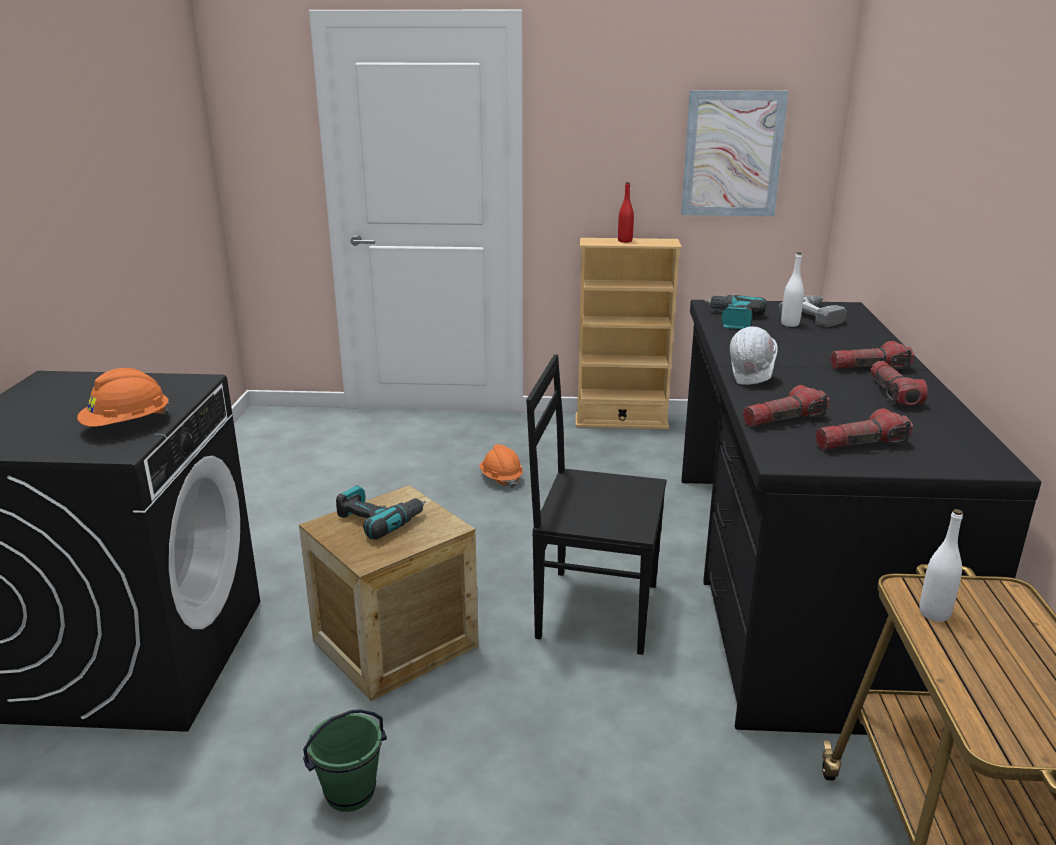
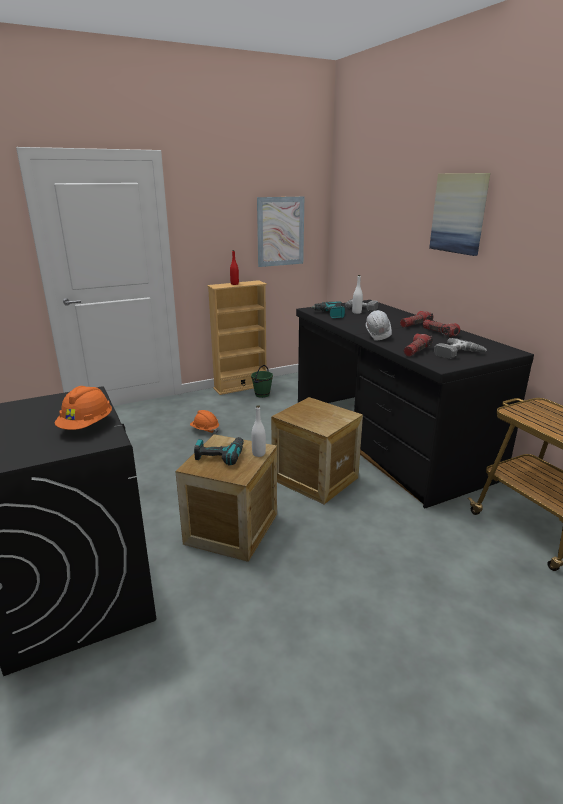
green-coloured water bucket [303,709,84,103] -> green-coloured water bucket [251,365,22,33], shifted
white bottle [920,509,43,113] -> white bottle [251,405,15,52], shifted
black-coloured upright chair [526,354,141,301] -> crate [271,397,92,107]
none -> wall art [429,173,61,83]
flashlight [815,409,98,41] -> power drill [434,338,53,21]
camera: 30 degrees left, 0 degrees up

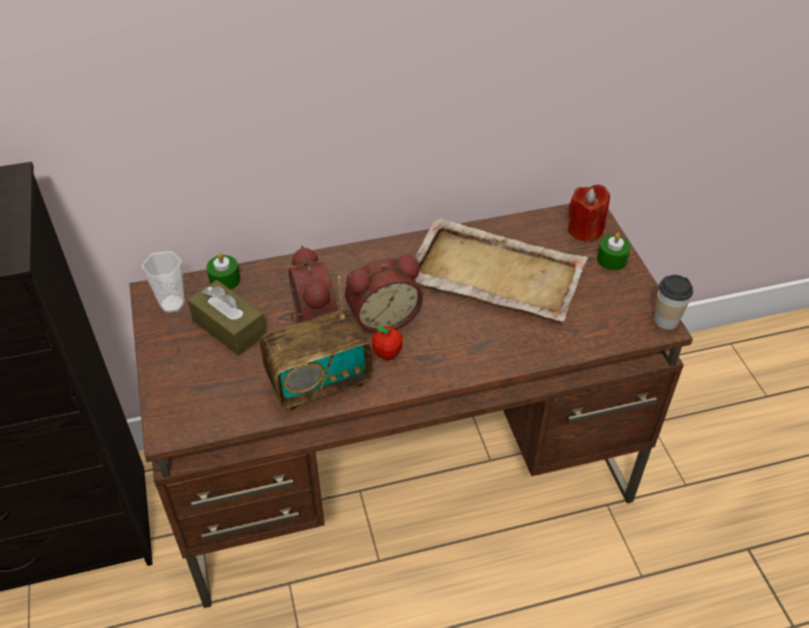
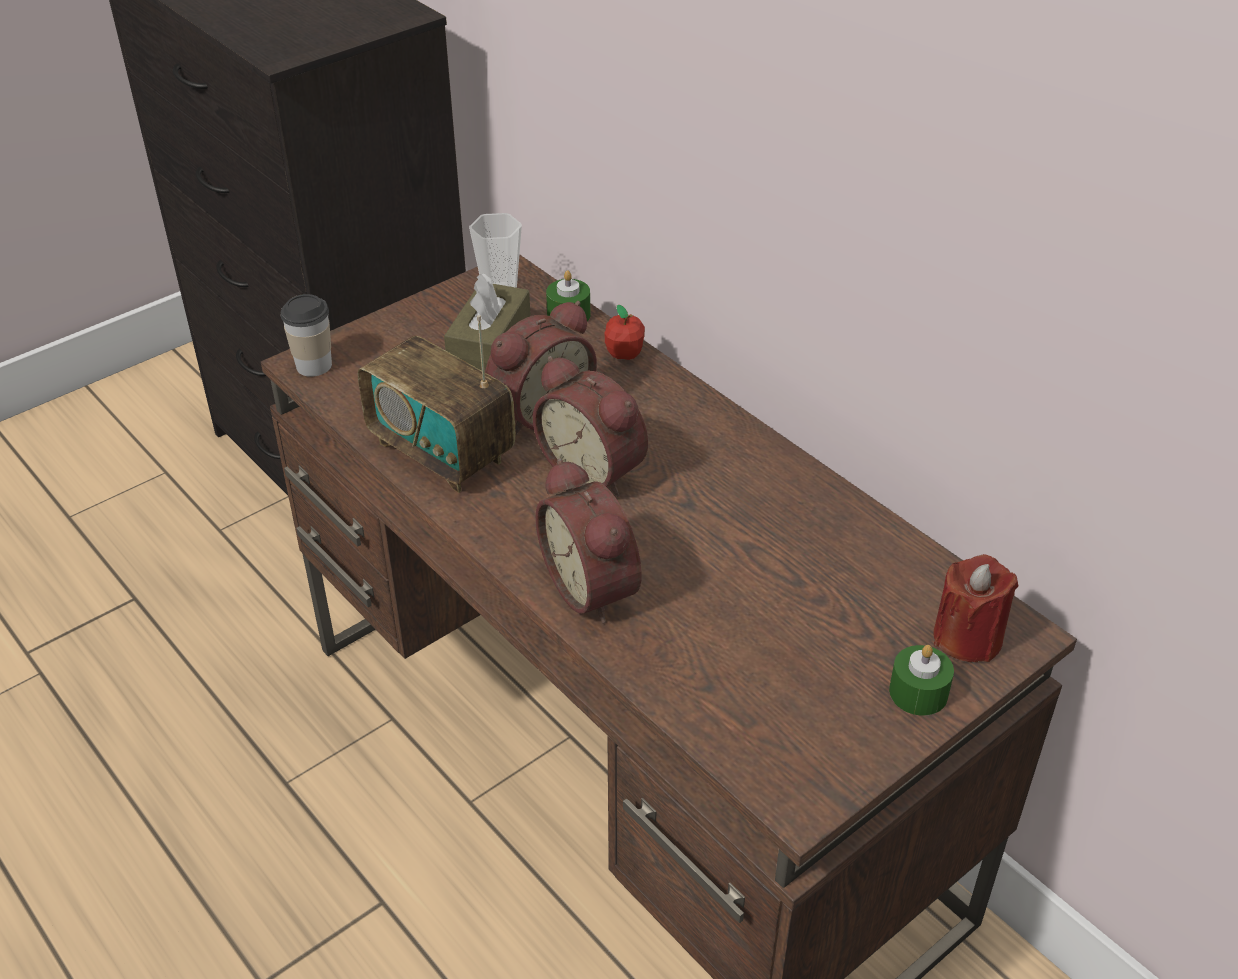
small cup [654,275,39,55] -> small cup [281,294,51,83], shifted
none -> bedside clock [536,458,106,166]
whole apple [372,326,31,34] -> whole apple [605,305,40,55], shifted
beige-coloured tray [415,218,173,104] -> none
camera: 65 degrees right, 5 degrees down

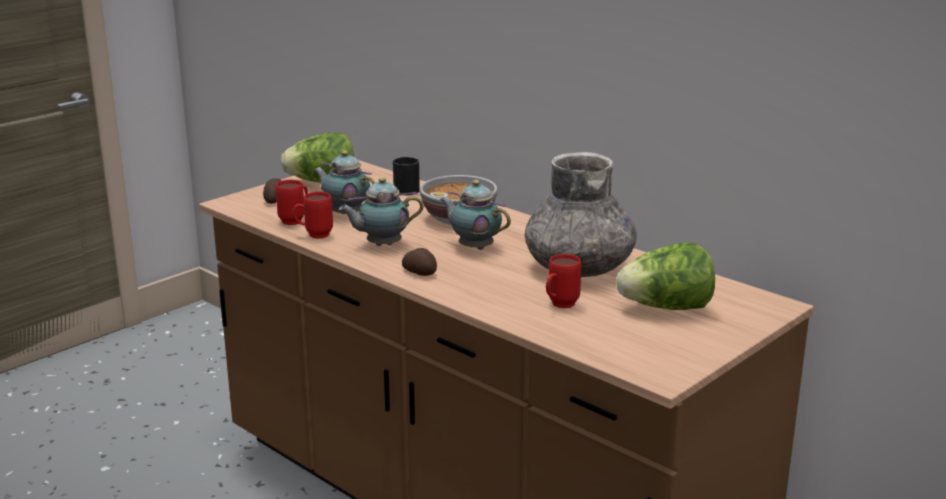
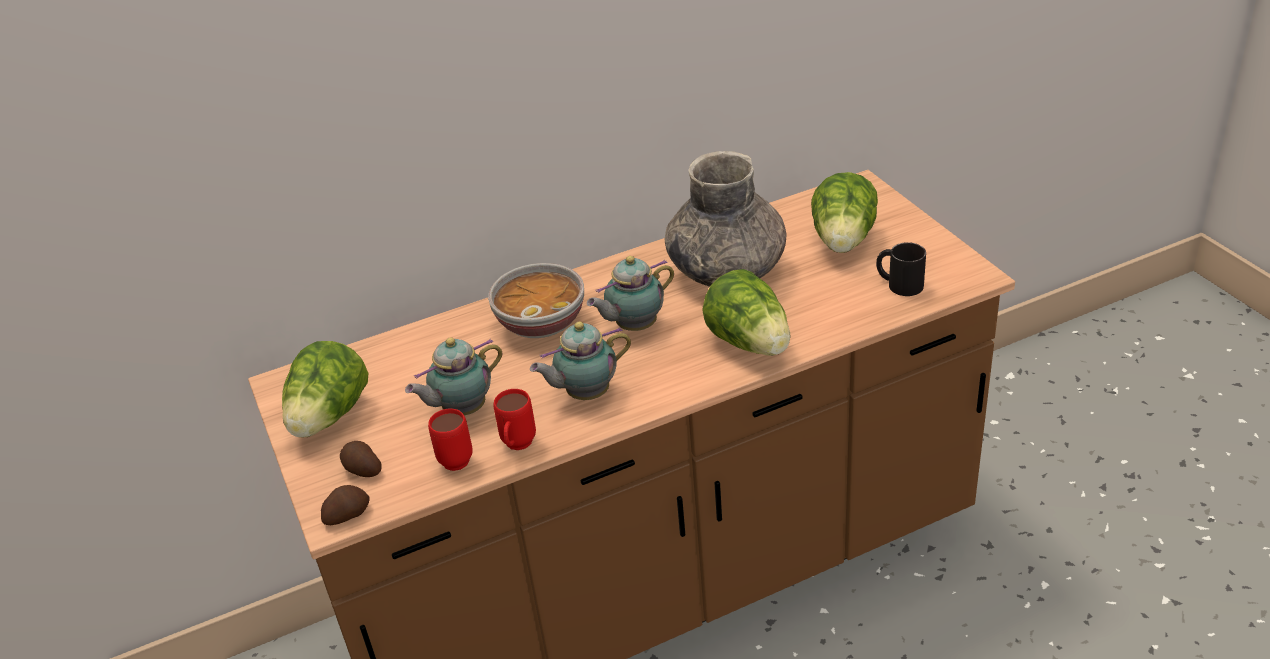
spud [402,248,35,28] -> spud [321,485,49,40], shifted
pot for tea [339,177,84,69] -> pot for tea [530,322,101,78], 60 degrees clockwise
none -> lettuce head [702,269,88,87]
black-coloured coffee mug [393,157,27,38] -> black-coloured coffee mug [876,242,50,54], shifted
reddish coffee mug [546,254,35,54] -> none
camera: 65 degrees left, 15 degrees up

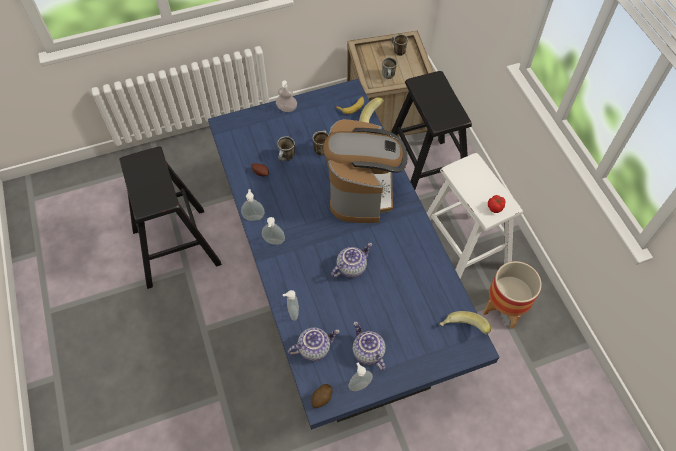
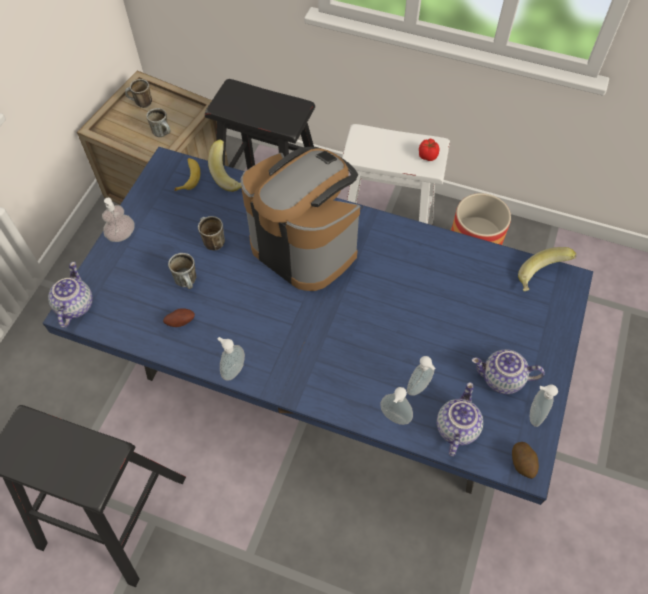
pot for tea [331,243,41,35] -> pot for tea [48,262,45,66], shifted
liquid soap bottle [262,217,23,28] -> liquid soap bottle [407,356,28,40], shifted
camera: 50 degrees left, 0 degrees up

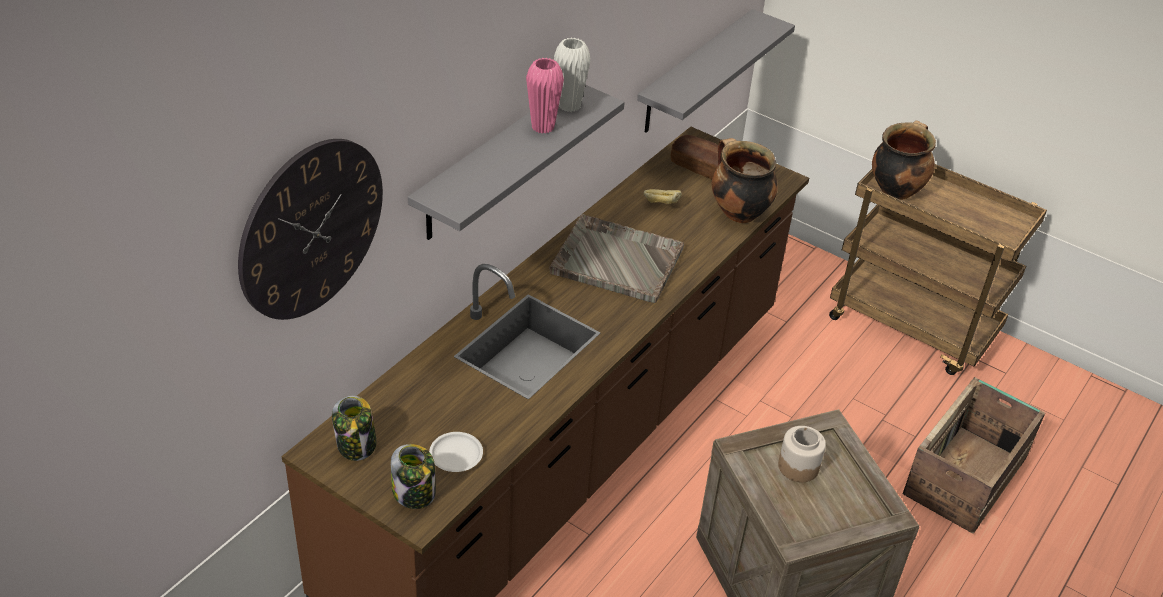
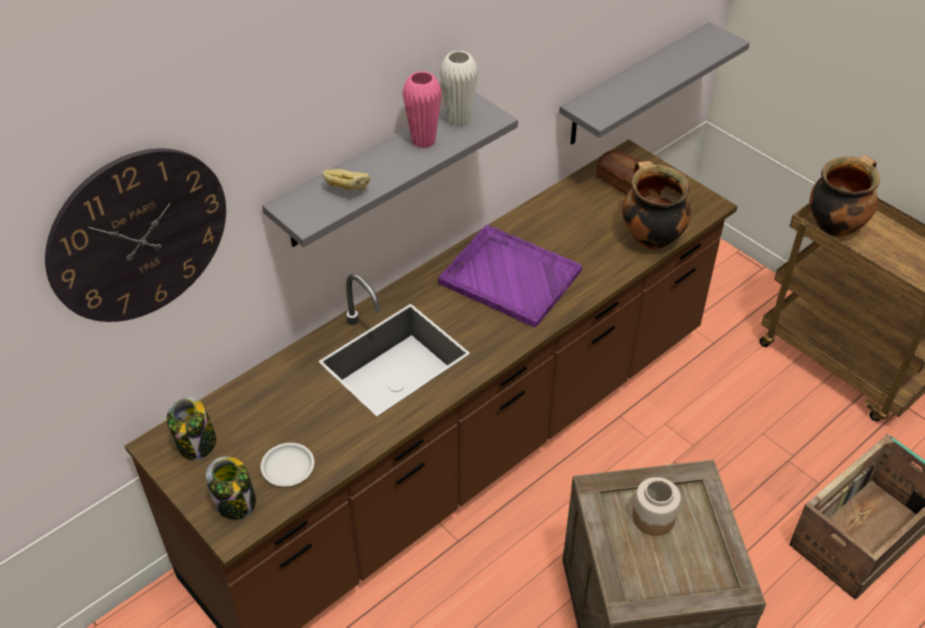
bakery bread [644,189,38,15] -> bakery bread [322,169,48,21], shifted
greyish tray [549,214,135,89] -> purplish tray [438,225,144,102]
camera: 15 degrees right, 5 degrees up

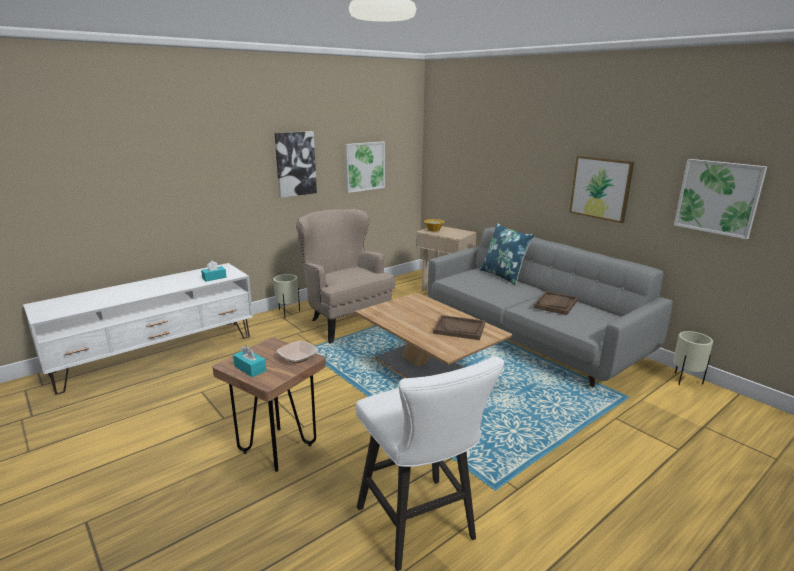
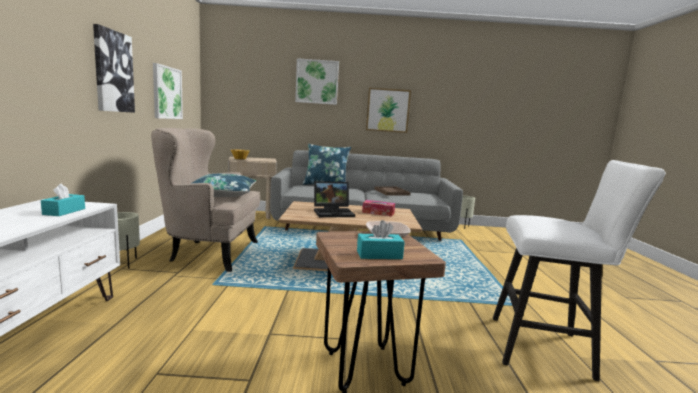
none -> blue-coloured throw pillow [192,174,64,23]
wall art [674,159,93,80] -> wall art [295,58,44,47], shifted
none -> portable computer [314,181,41,36]
brownish tray [433,315,52,25] -> box of tissues [362,200,33,16]
camera: 50 degrees left, 10 degrees down

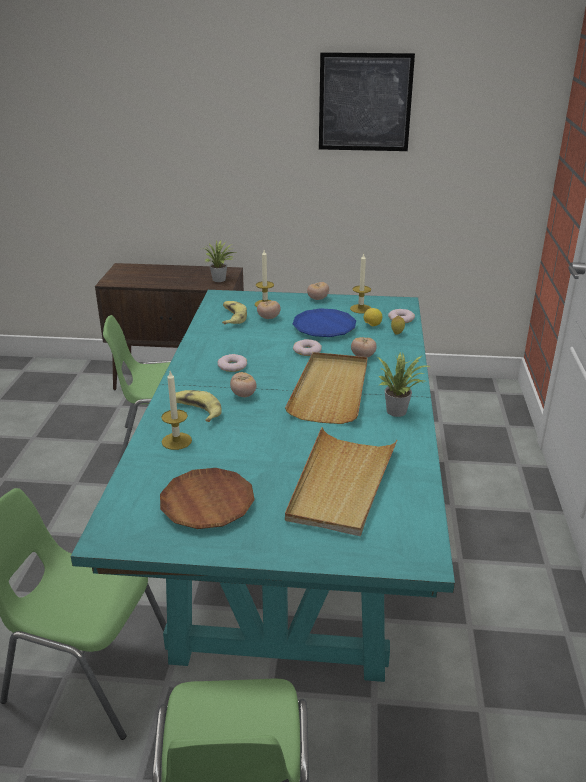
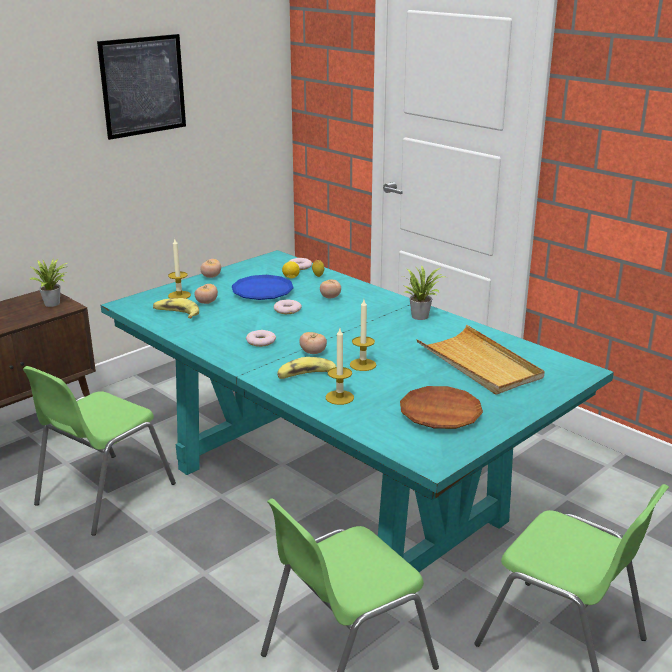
wax candle [350,254,21,59] -> wax candle [350,300,26,71], shifted
beige-coloured tray [285,352,82,72] -> none
camera: 50 degrees left, 5 degrees down

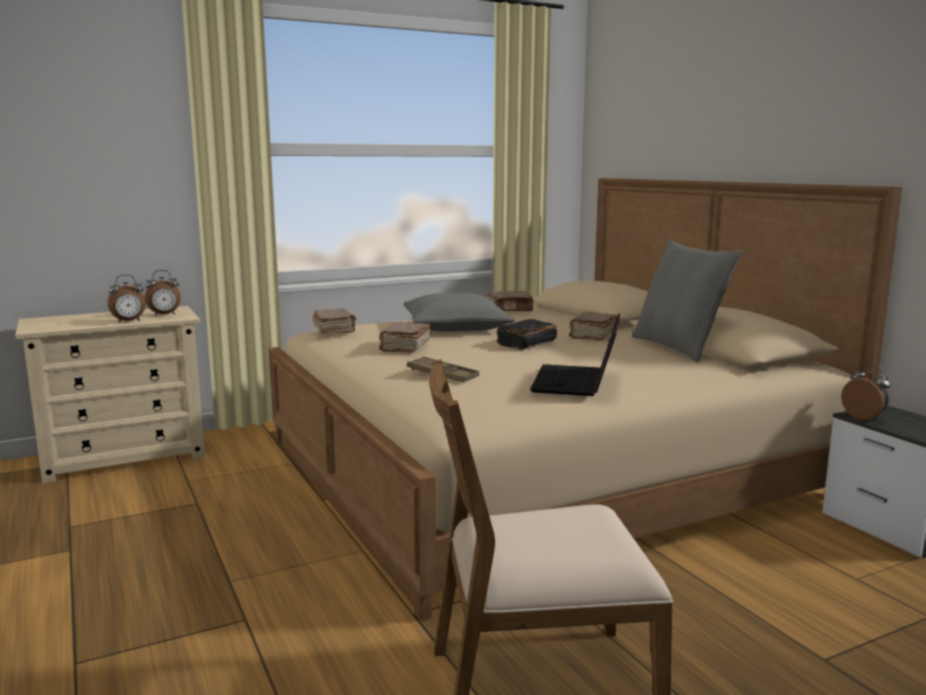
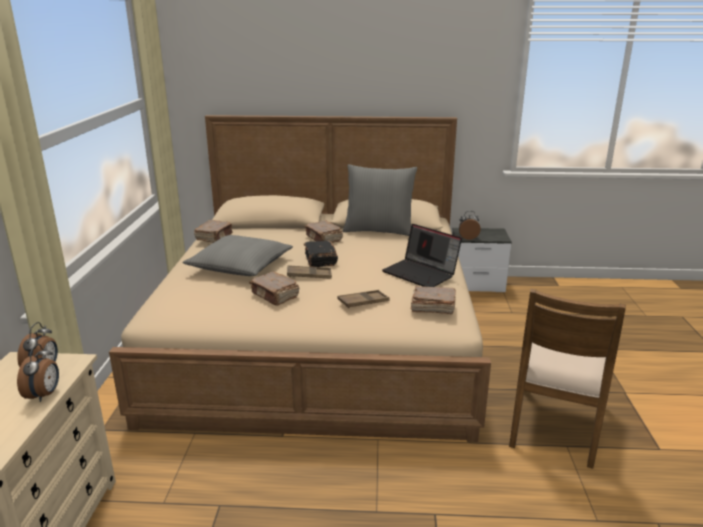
none -> brownish tray [287,265,45,13]
brownish volume [312,308,45,26] -> brownish volume [411,286,45,28], shifted
camera: 60 degrees left, 10 degrees up

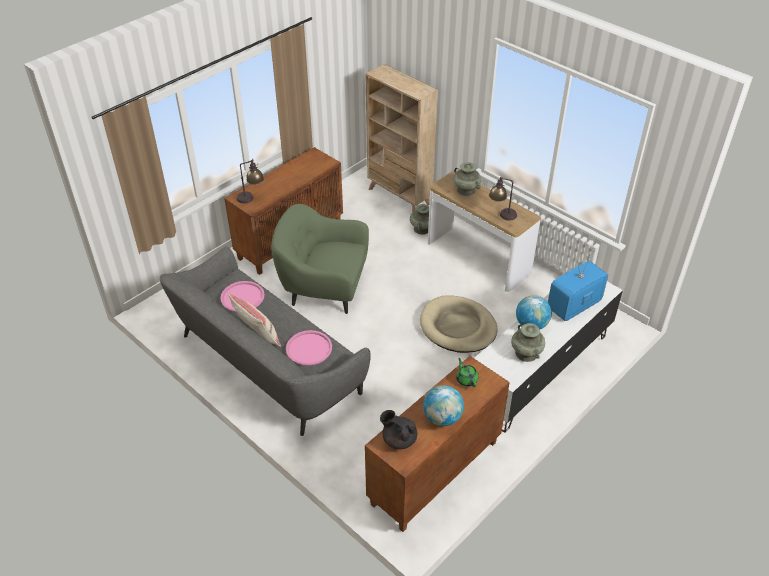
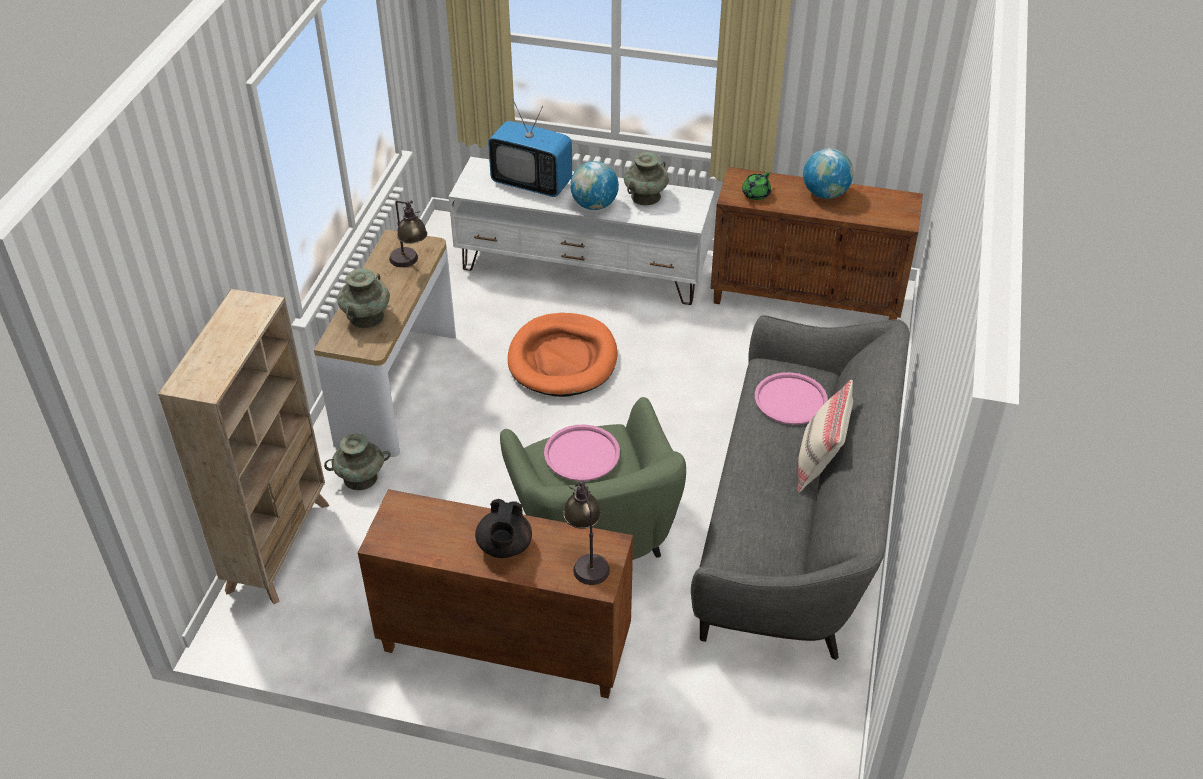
black-coloured pot for tea [380,410,37,40] -> black-coloured pot for tea [475,499,57,59], shifted
beige-coloured dog cushion [420,295,78,58] -> orange-coloured dog cushion [508,313,109,84]
pink-coloured tray [221,281,44,31] -> pink-coloured tray [544,424,76,57], shifted
camera: 120 degrees left, 0 degrees up

